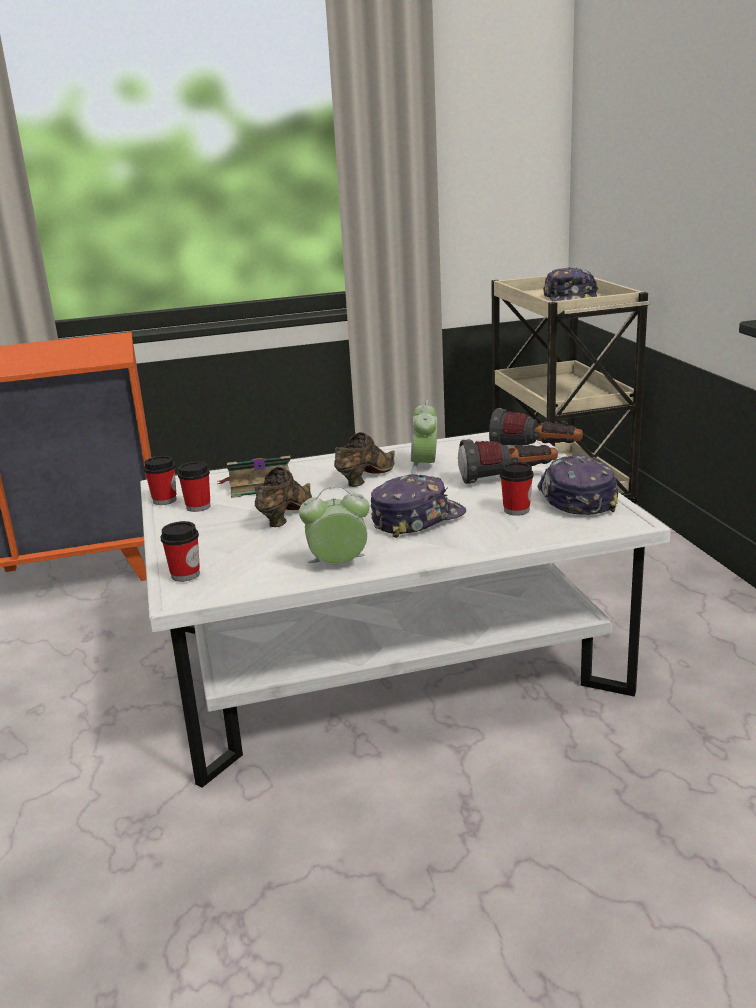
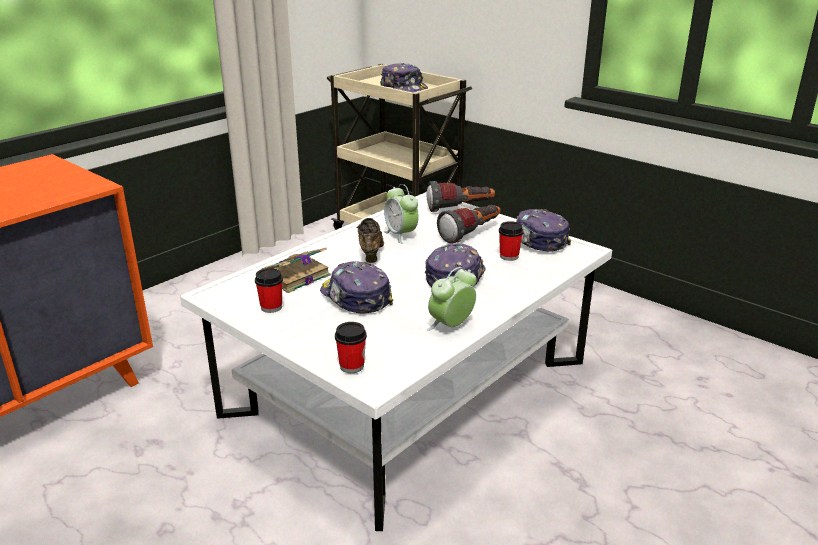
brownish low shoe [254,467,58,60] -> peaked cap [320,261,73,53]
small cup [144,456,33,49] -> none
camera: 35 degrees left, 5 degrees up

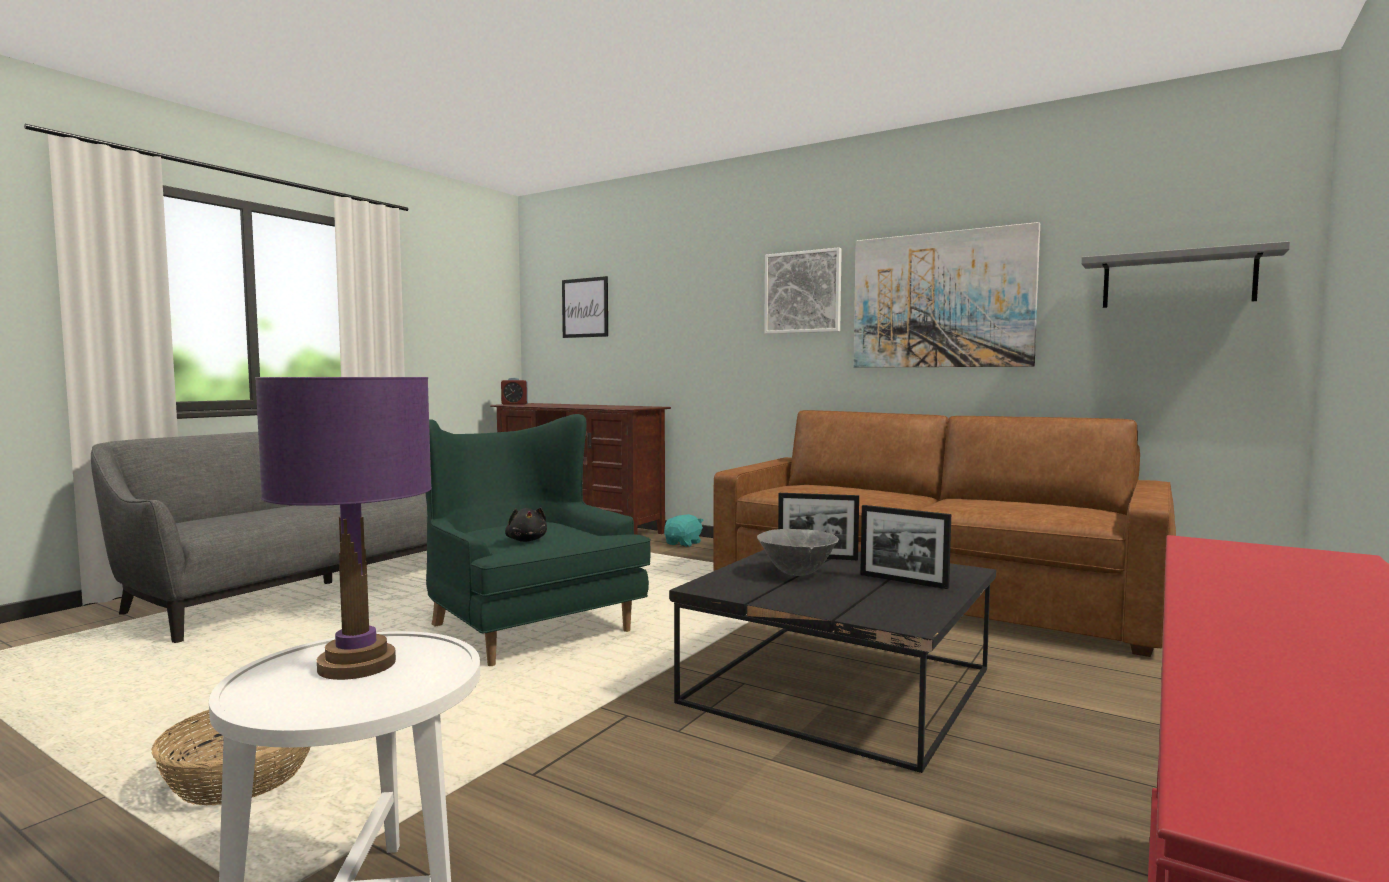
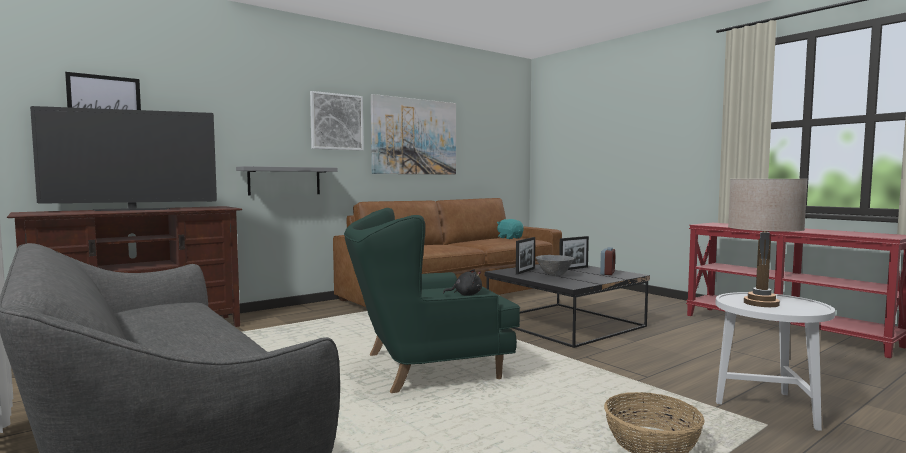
none -> TV set [30,106,187,105]
greyish bracket shelf [1081,241,209,67] -> greyish bracket shelf [236,166,101,29], shifted
turquoise-coloured cuddly toy [664,514,40,33] -> turquoise-coloured cuddly toy [497,219,27,20], shifted
bedside clock [501,378,27,27] -> bedside clock [600,247,15,28], shifted
purplish lamp for a table [255,377,177,303] -> beige-coloured lamp for a table [728,179,80,128]
camera: 70 degrees left, 0 degrees up

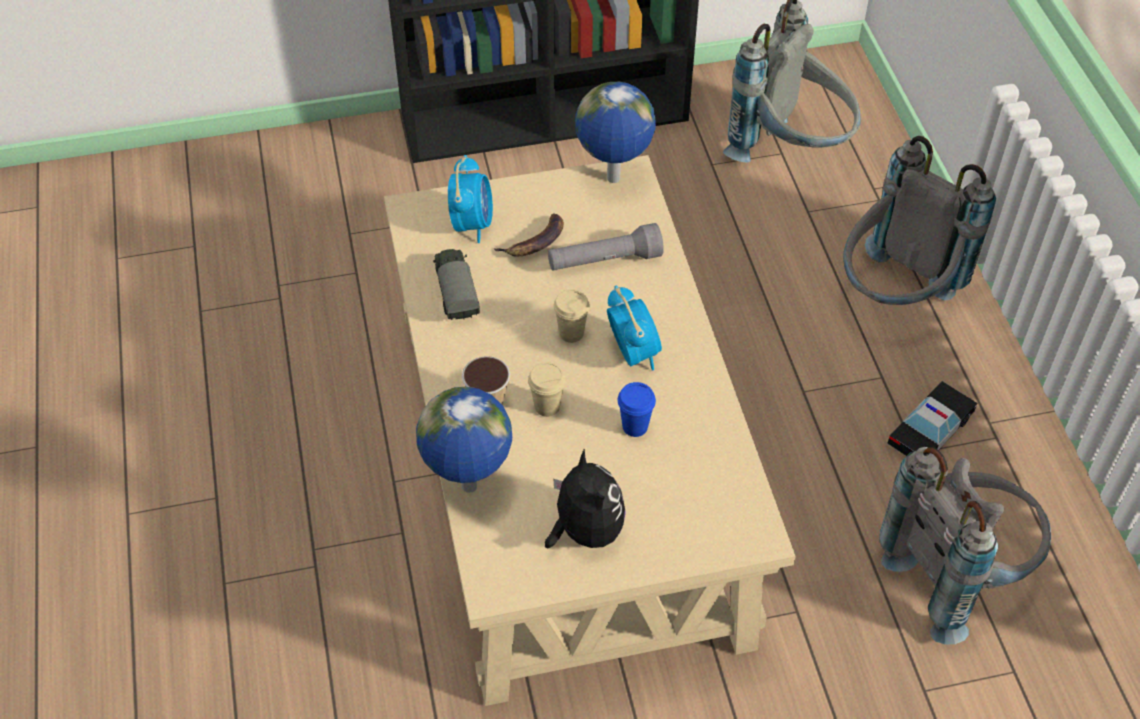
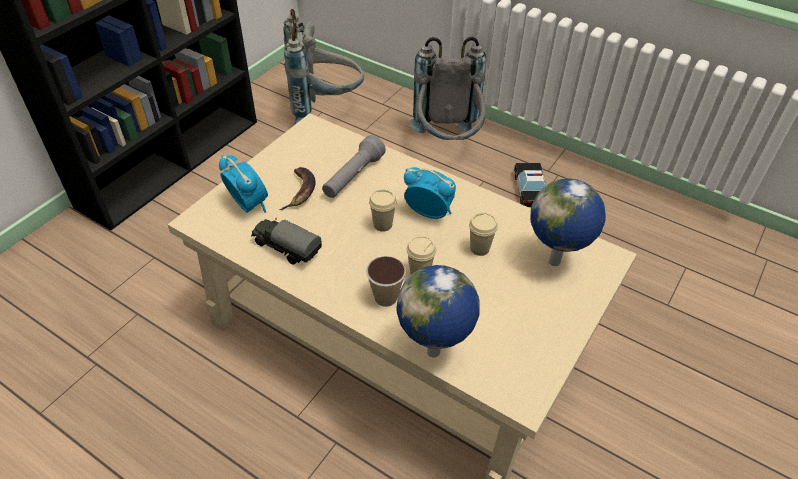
blue-coloured small cup [618,382,38,55] -> beige-coloured small cup [469,212,29,44]
globe [575,82,81,101] -> globe [531,179,75,87], shifted
cuddly toy [545,448,81,101] -> none
greyish rucksack [879,447,172,198] -> none
camera: 45 degrees left, 5 degrees down

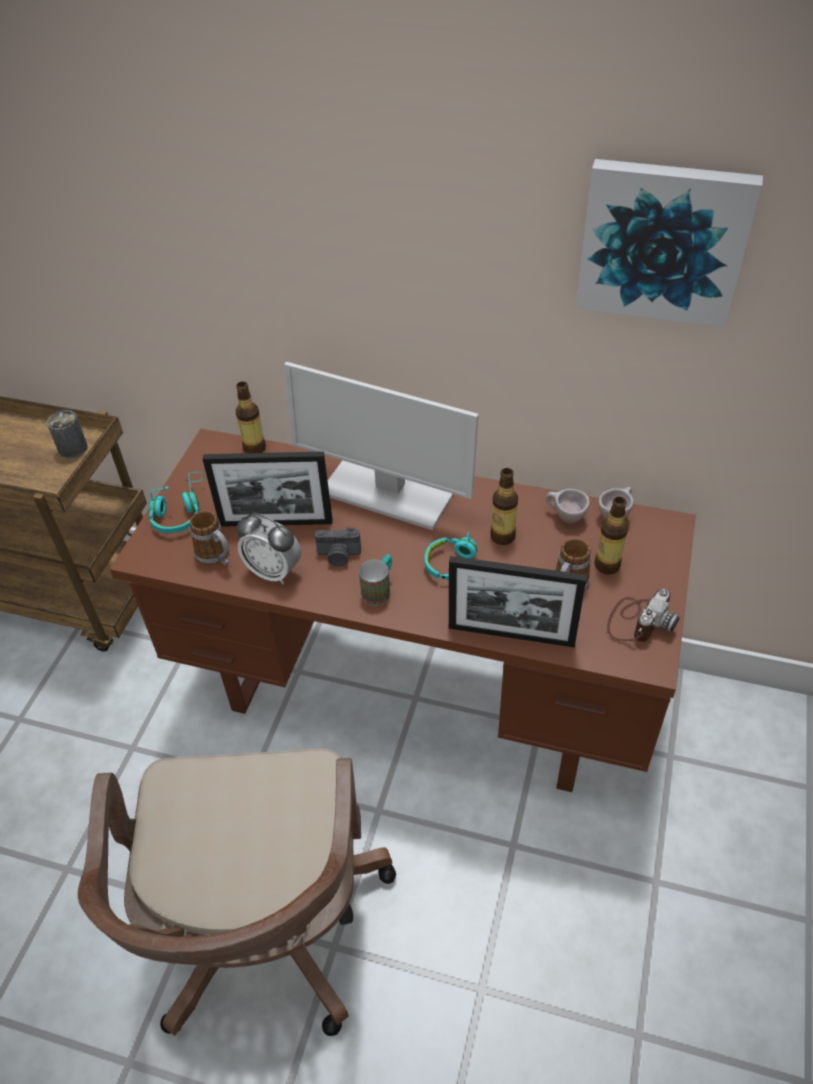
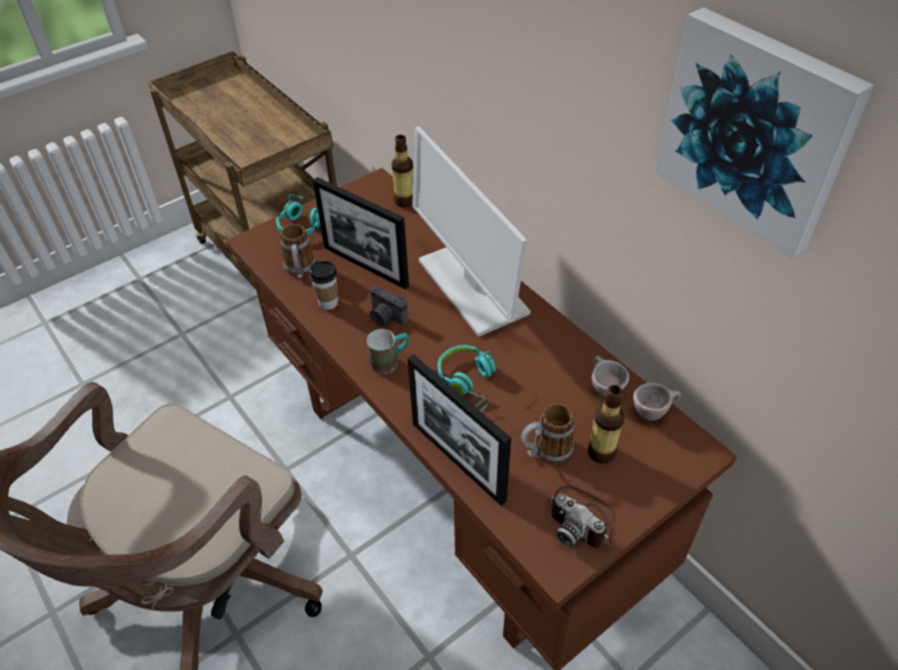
bedside clock [236,513,65,71] -> small cup [309,261,29,49]
still camera [607,589,73,53] -> still camera [548,486,68,62], 60 degrees clockwise
metal can [47,410,41,49] -> none
bottle [490,468,28,77] -> none
camera: 35 degrees right, 0 degrees up

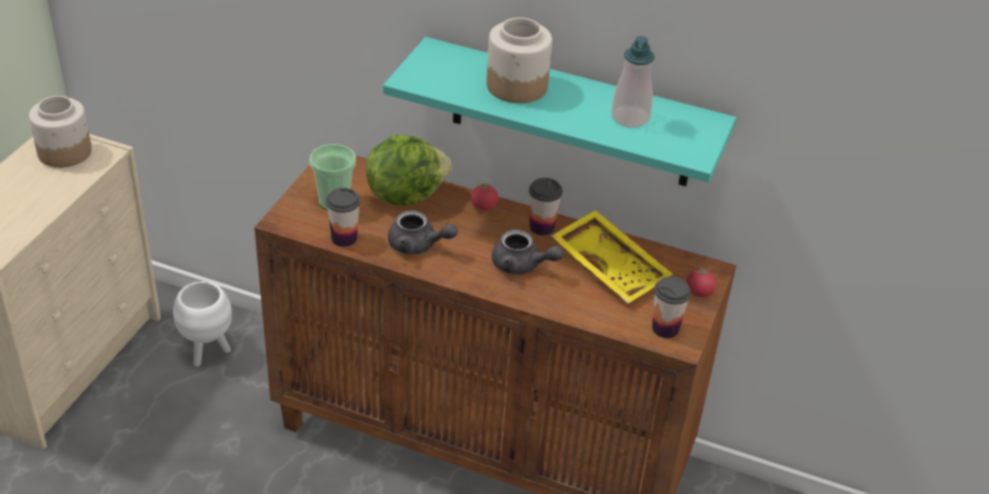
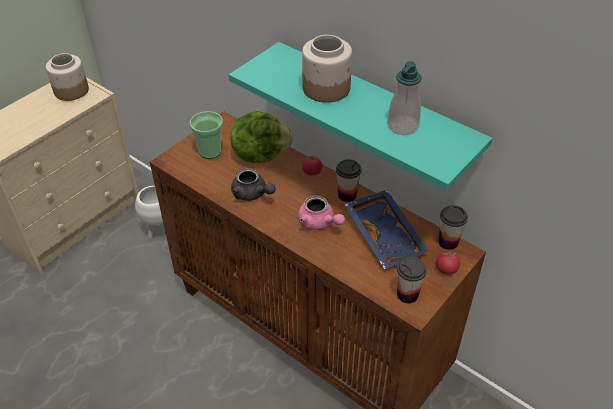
greyish pot for tea [492,230,71,44] -> pink-coloured pot for tea [298,195,47,35]
yellow-coloured tray [552,210,121,94] -> blue-coloured tray [344,190,85,79]
small cup [326,188,34,59] -> small cup [438,205,30,45], shifted
camera: 20 degrees right, 5 degrees up

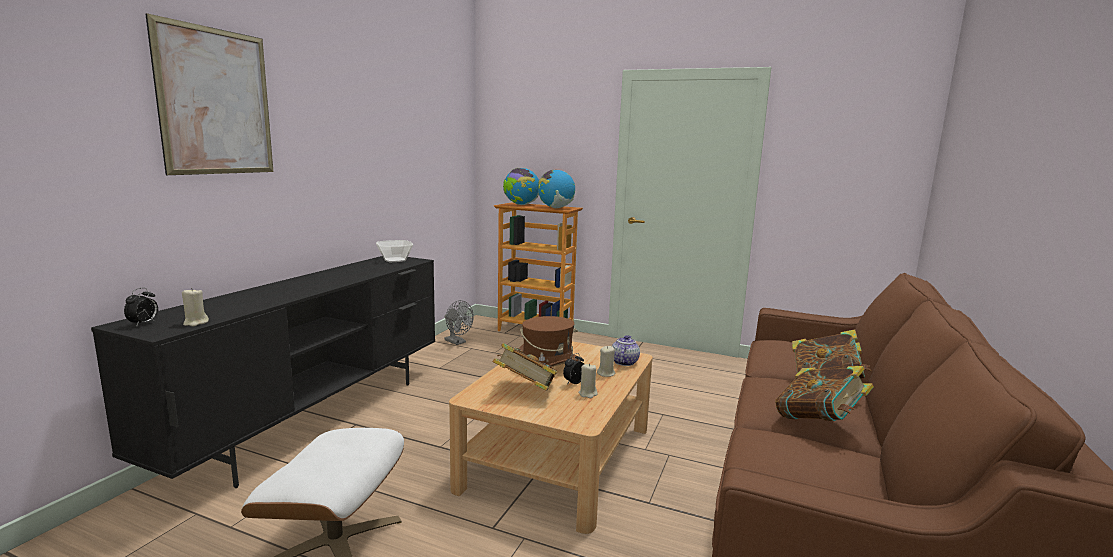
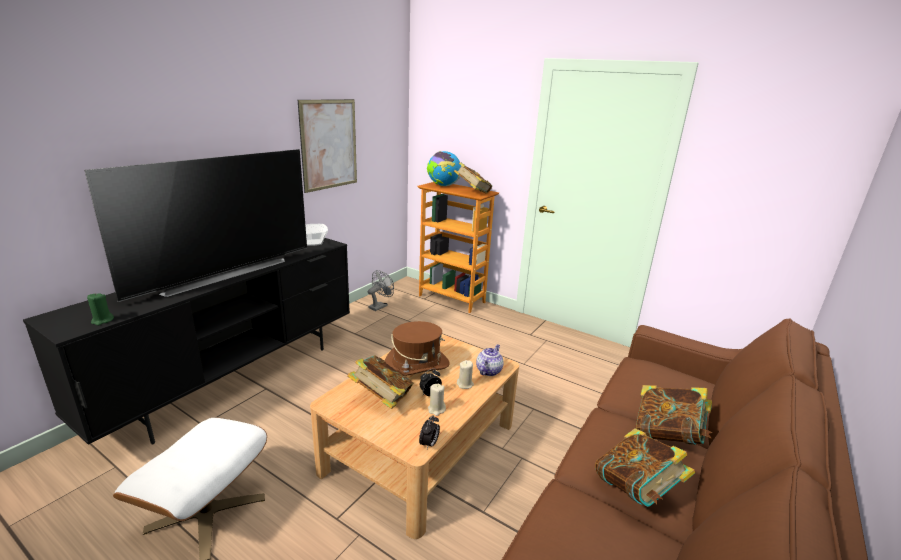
none -> TV set [84,149,223,153]
beige-coloured wax candle [182,288,27,38] -> green-coloured wax candle [87,293,27,32]
wall art [145,13,128,162] -> wall art [298,99,59,94], shifted
greyish cooling fan [445,300,29,45] -> greyish cooling fan [368,270,26,41], 105 degrees counterclockwise
bedside clock [124,288,34,39] -> bedside clock [419,415,21,34], shifted
globe [538,170,37,38] -> volume [454,162,38,32]
camera: 10 degrees right, 10 degrees up

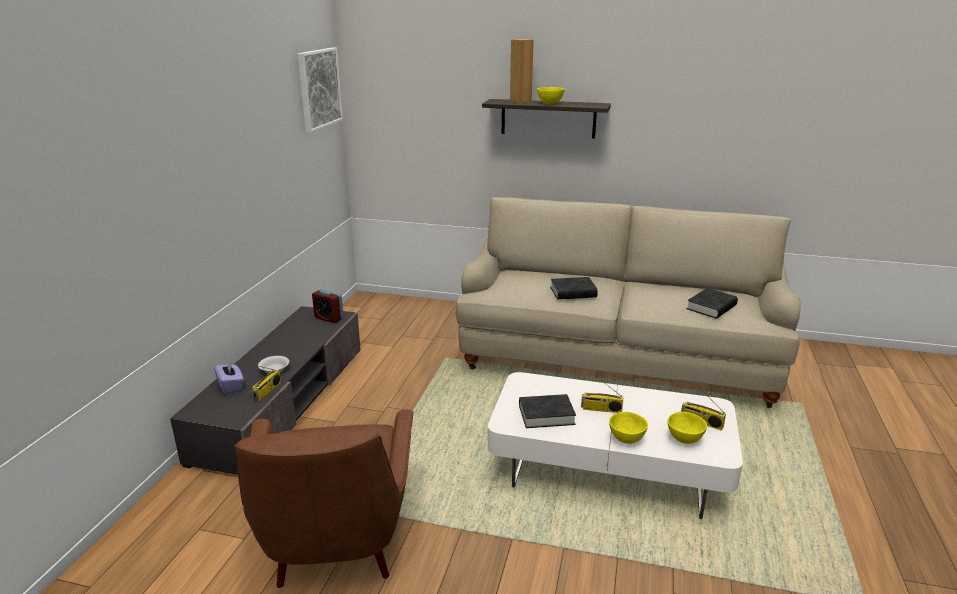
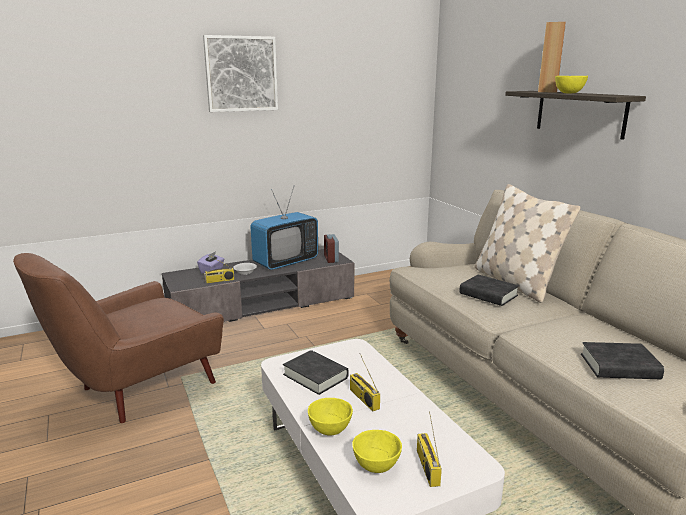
wall art [298,48,45,85] -> wall art [203,35,75,77], shifted
none -> TV set [250,187,68,83]
none -> beige-coloured throw pillow [474,184,107,119]
camera: 50 degrees right, 5 degrees down

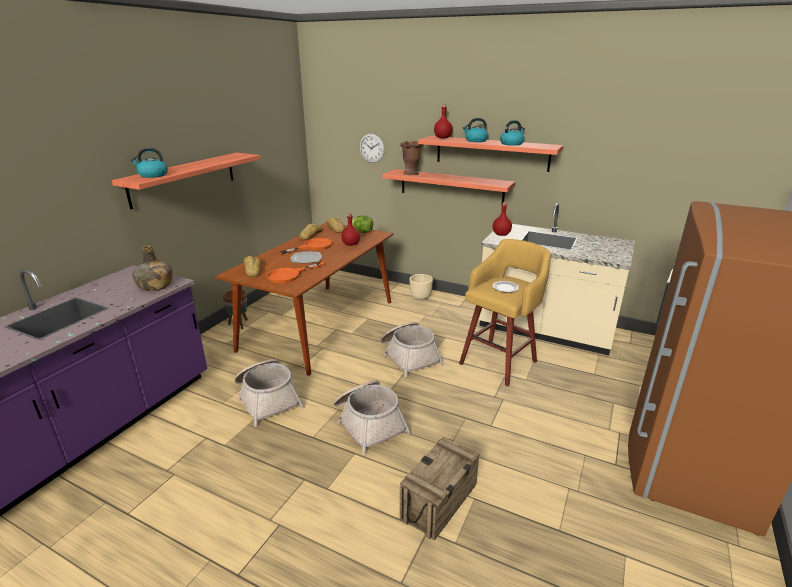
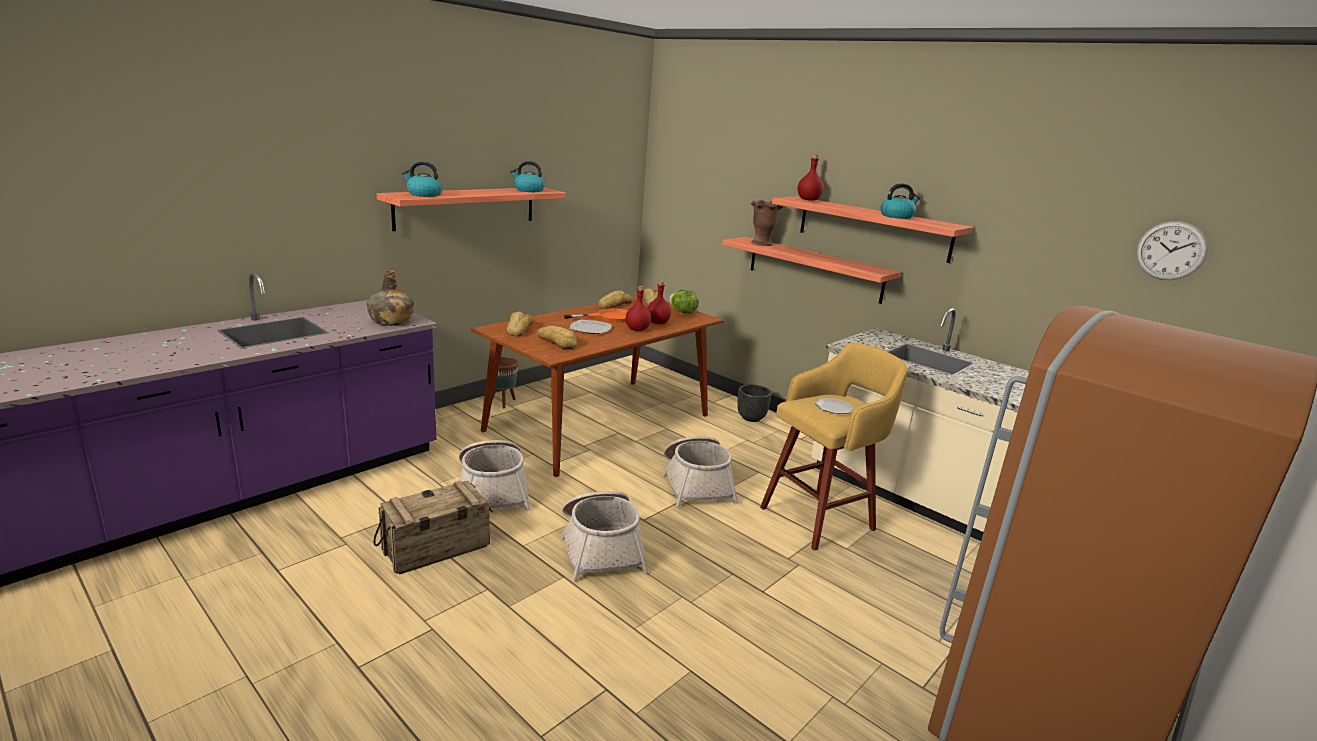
crate [400,437,80,103] -> crate [373,481,120,94], shifted
tea kettle [463,118,25,24] -> tea kettle [511,161,34,31], shifted
orange-coloured skillet [266,262,59,21] -> bakery bread [538,326,39,23]
reddish bottle [493,202,19,34] -> reddish bottle [625,286,26,45], shifted
beige-coloured plant pot [410,274,23,27] -> black-coloured plant pot [737,384,35,38]
hanging clock [359,134,26,29] -> hanging clock [1136,221,72,59], shifted
camera: 15 degrees right, 5 degrees down

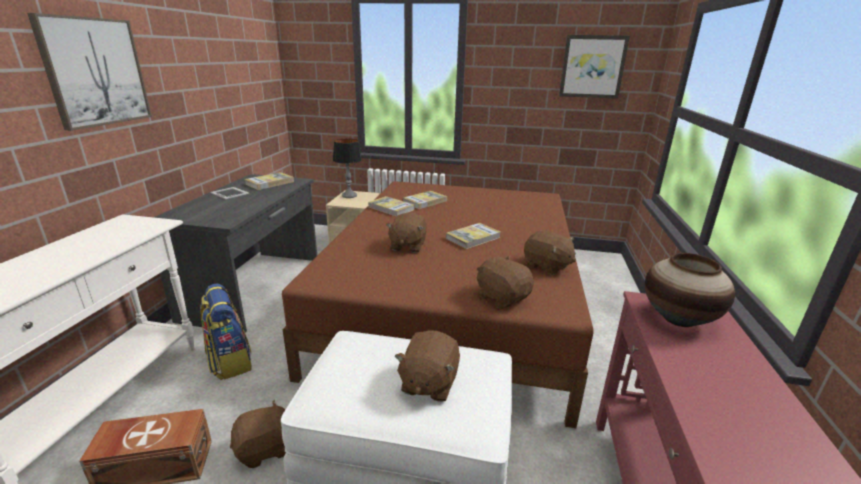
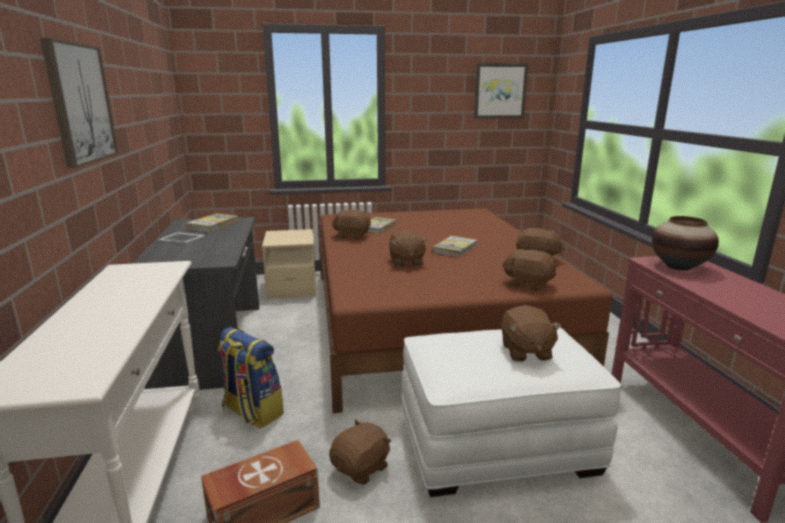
volume [368,196,47,20] -> brownish cuddly toy [332,210,39,30]
lamp for a table [333,139,29,59] -> none
camera: 20 degrees left, 5 degrees down

